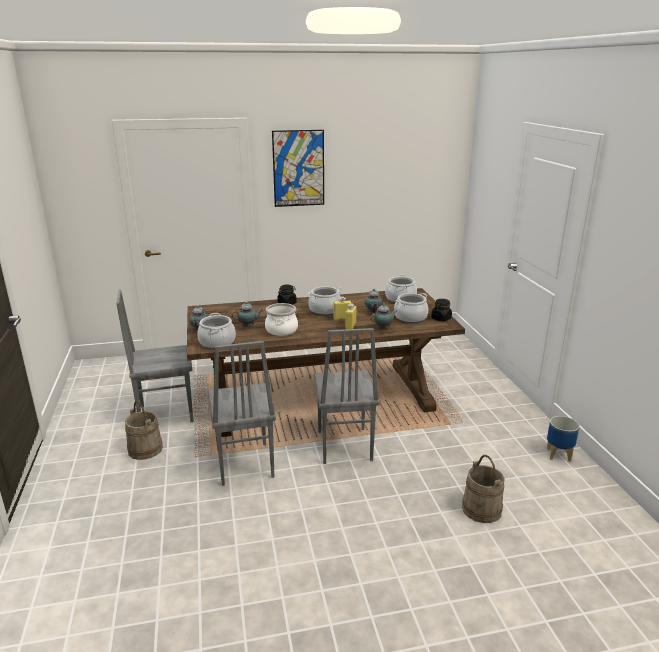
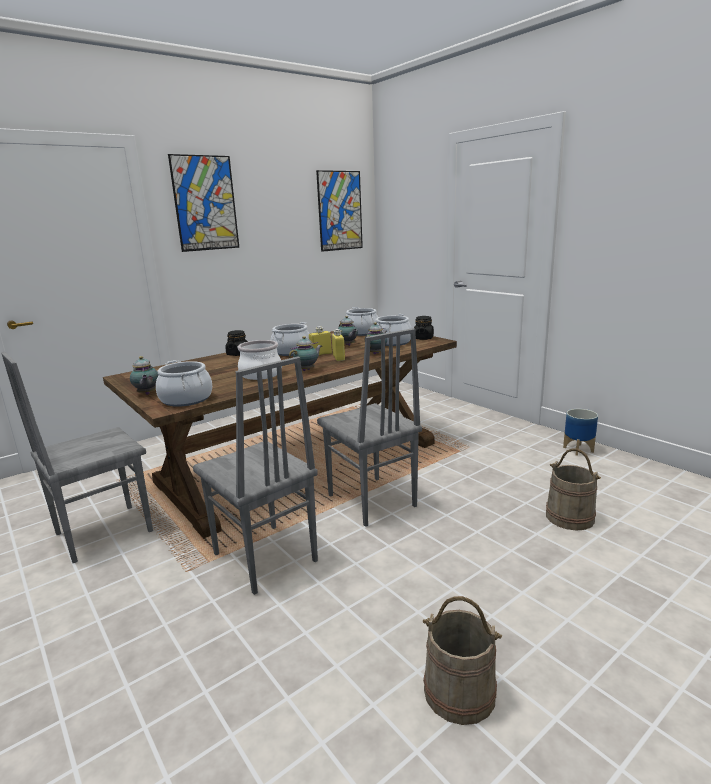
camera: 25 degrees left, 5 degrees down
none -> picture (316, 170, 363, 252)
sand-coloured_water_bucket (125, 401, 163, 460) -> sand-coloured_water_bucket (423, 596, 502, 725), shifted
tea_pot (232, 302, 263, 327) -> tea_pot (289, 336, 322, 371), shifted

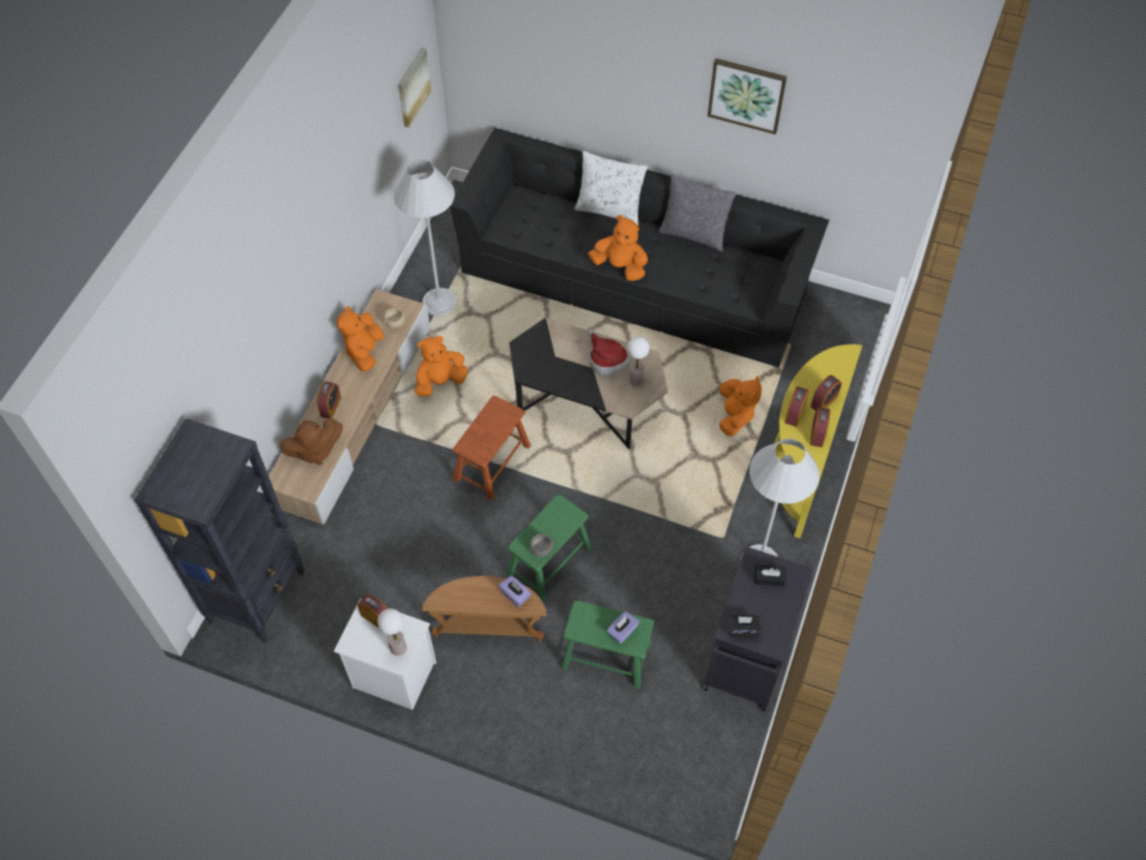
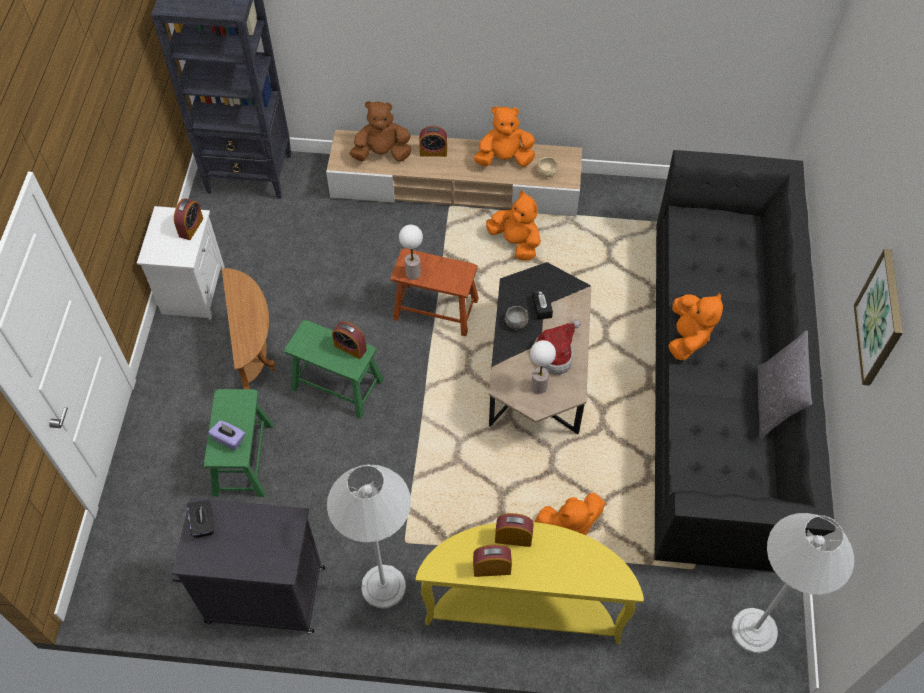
camera: 75 degrees right, 0 degrees up
picture (398, 48, 431, 128) -> none
purple_box_of_tissues (499, 576, 531, 607) -> none
white_cushion (575, 151, 648, 225) -> none
tabletop_lamp (378, 608, 407, 656) -> tabletop_lamp (399, 225, 423, 280), shifted
white_standard_lamp (394, 160, 457, 316) -> white_standard_lamp (731, 513, 854, 654), shifted
grey_deep_dish (530, 534, 553, 558) -> grey_deep_dish (504, 306, 528, 330), shifted
black_box_of_tissues (754, 564, 786, 587) -> black_box_of_tissues (532, 289, 553, 320), shifted
table_clock (810, 375, 842, 411) -> table_clock (332, 321, 367, 359), shifted
brown-coloured_plush_toy (280, 418, 342, 465) -> brown-coloured_plush_toy (350, 101, 412, 162), 120 degrees clockwise

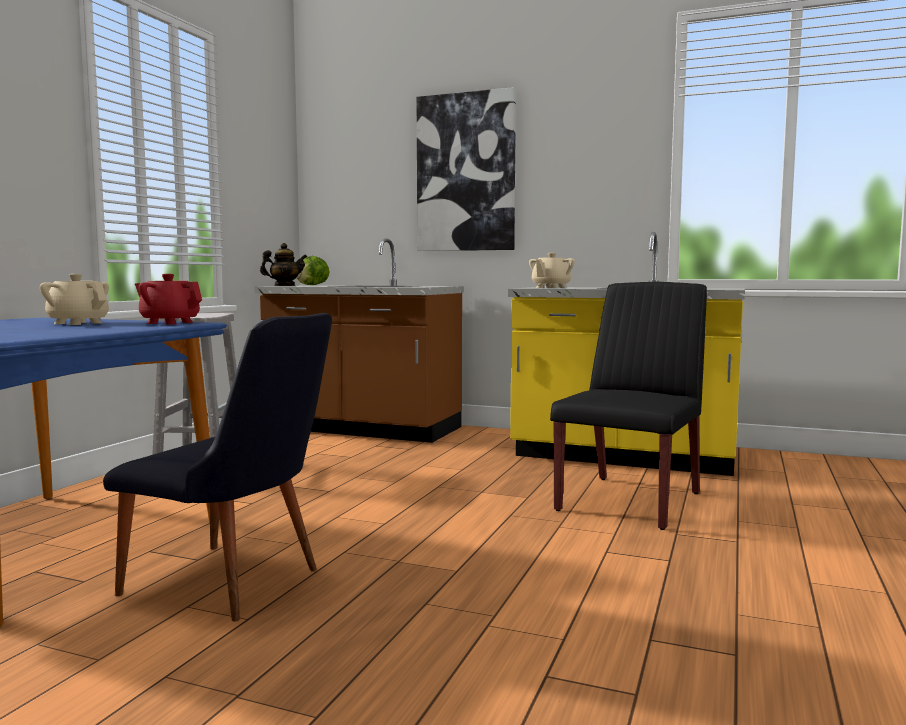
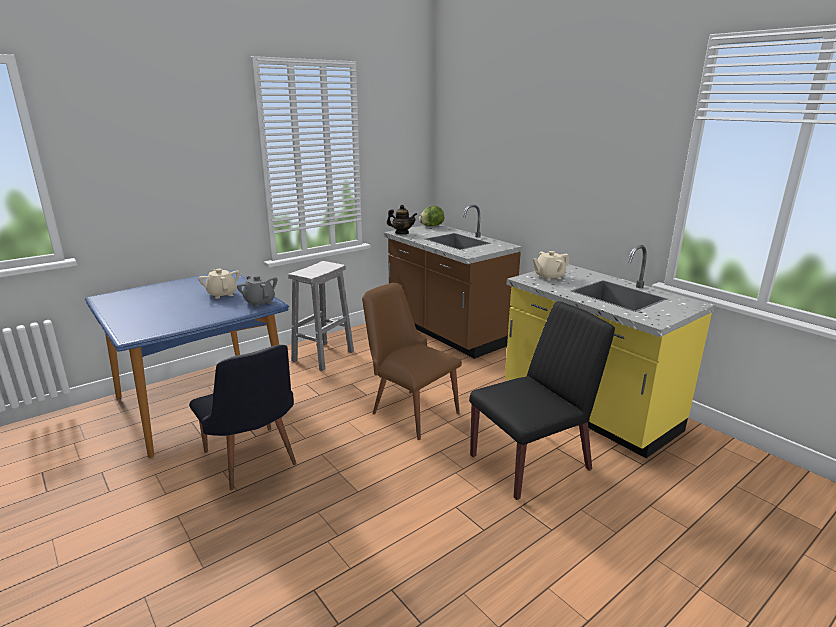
camera: 30 degrees right, 15 degrees up
picture (417, 87, 516, 251) -> none
none -> brown-coloured_upright_chair (362, 283, 462, 440)
red-coloured_tea_pot (135, 274, 202, 325) -> grey_tea_pot (237, 275, 277, 307)

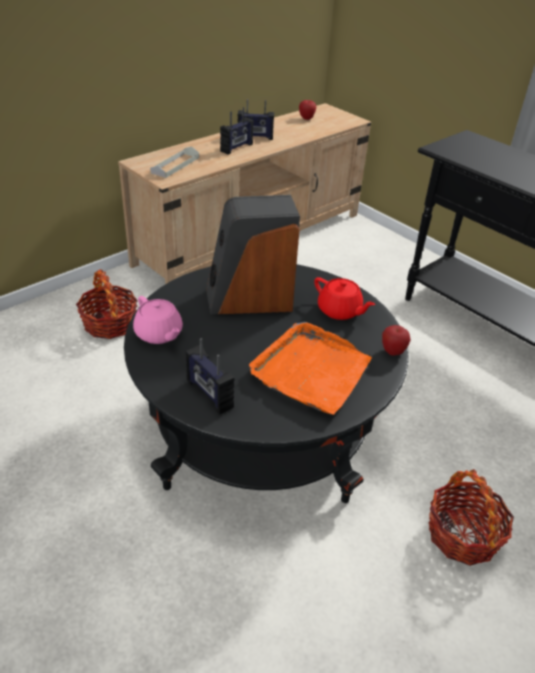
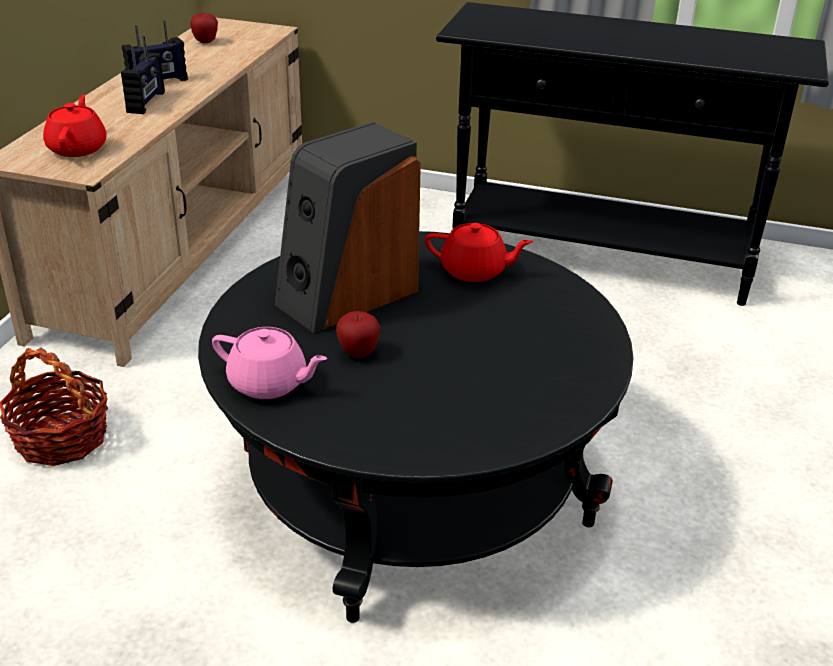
camera: 30 degrees left, 5 degrees down
radio_receiver (186, 338, 234, 415) -> none
orange_serving_tray (249, 322, 372, 415) -> none
basket (428, 469, 514, 566) -> none
apple_fruit (382, 325, 411, 356) -> apple_fruit (336, 311, 380, 359), shifted
grey_serving_tray (150, 146, 199, 178) -> red-coloured_tea_pot (43, 95, 107, 157)

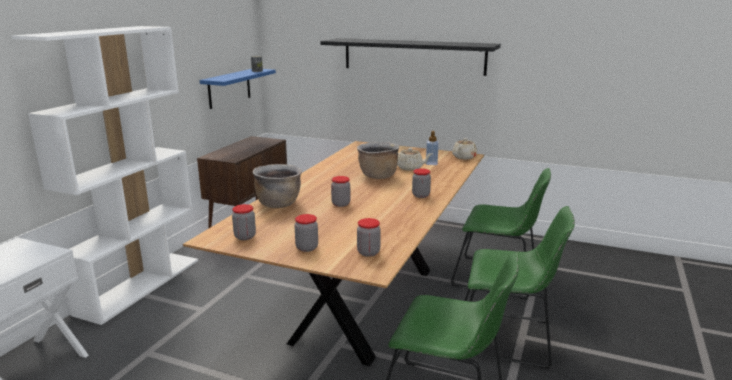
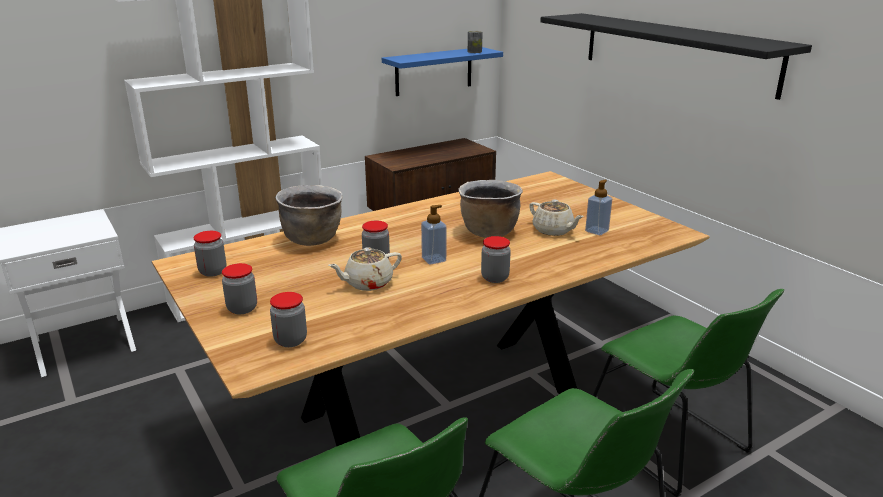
camera: 35 degrees right, 5 degrees up
none -> soap_dispenser (421, 205, 446, 264)
sand-coloured_tea_pot (452, 138, 477, 159) -> sand-coloured_tea_pot (328, 247, 402, 291), shifted

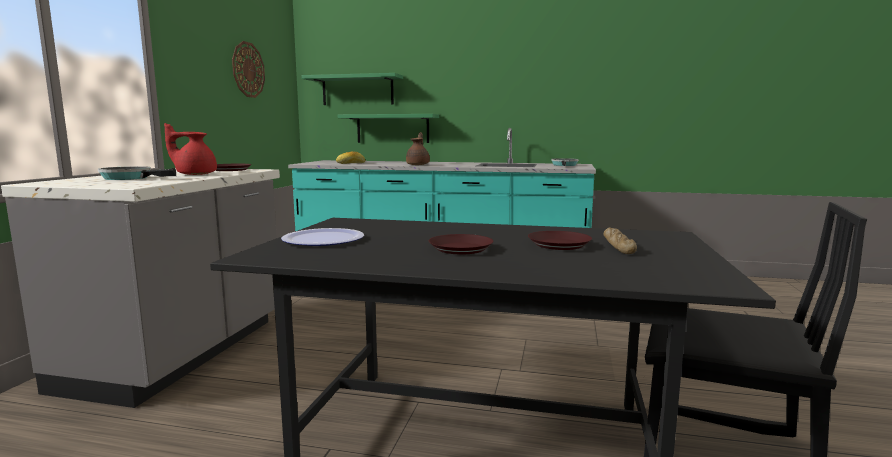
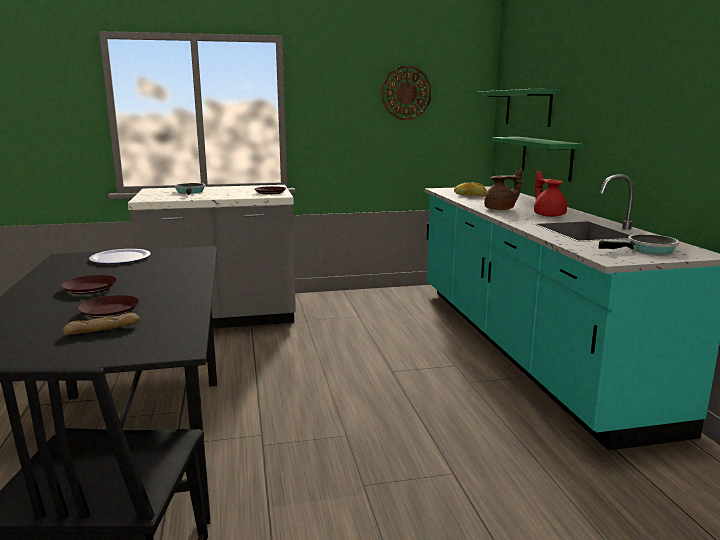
camera: 65 degrees right, 5 degrees up
red-coloured_tea_pot (164, 123, 217, 175) -> red-coloured_tea_pot (534, 170, 567, 217), shifted

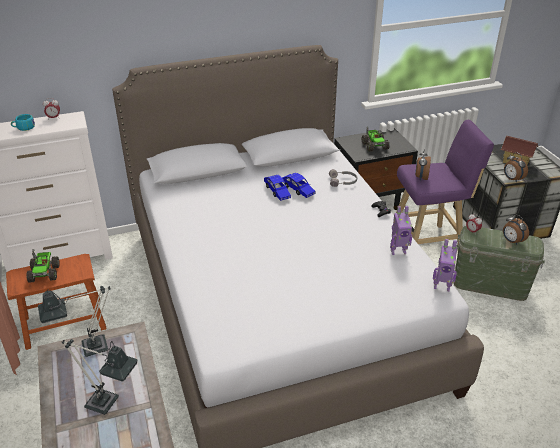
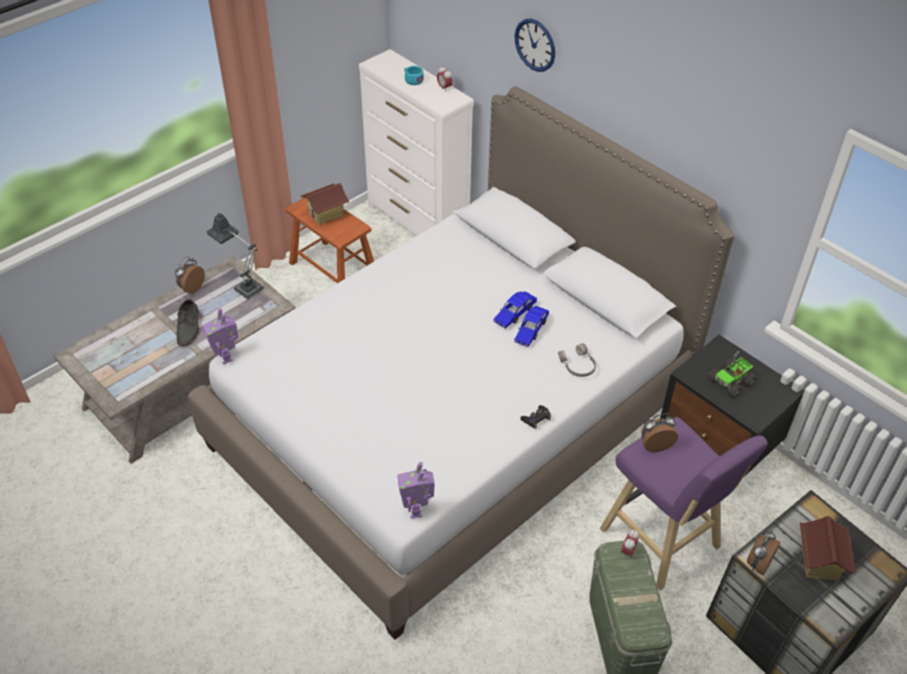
camera: 65 degrees right, 10 degrees up
none -> hanging_clock (515, 19, 555, 72)
robot_figure (390, 206, 412, 255) -> robot_figure (202, 308, 239, 364), shifted
table_clock (503, 214, 529, 245) -> table_clock (175, 256, 205, 294), shifted
model_truck (26, 249, 60, 283) -> model_house (301, 183, 350, 225)
tabletop_lamp (62, 339, 137, 415) -> grey_low_shoe (177, 299, 199, 346)

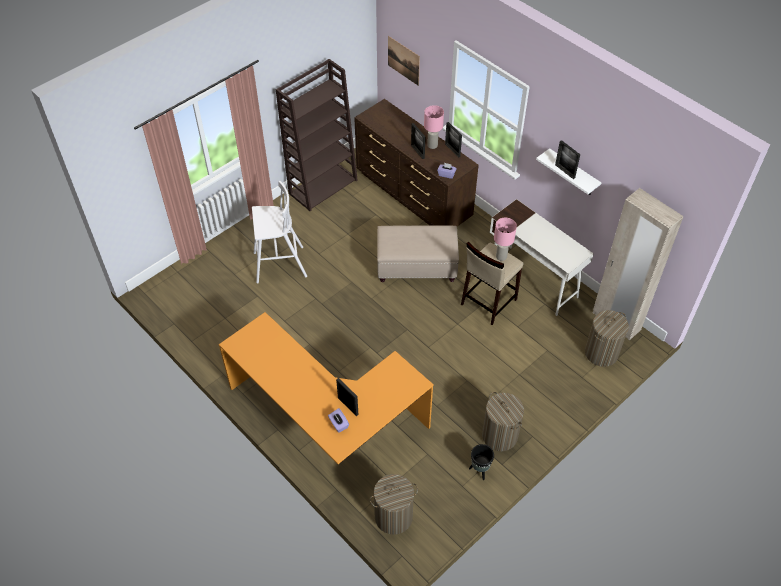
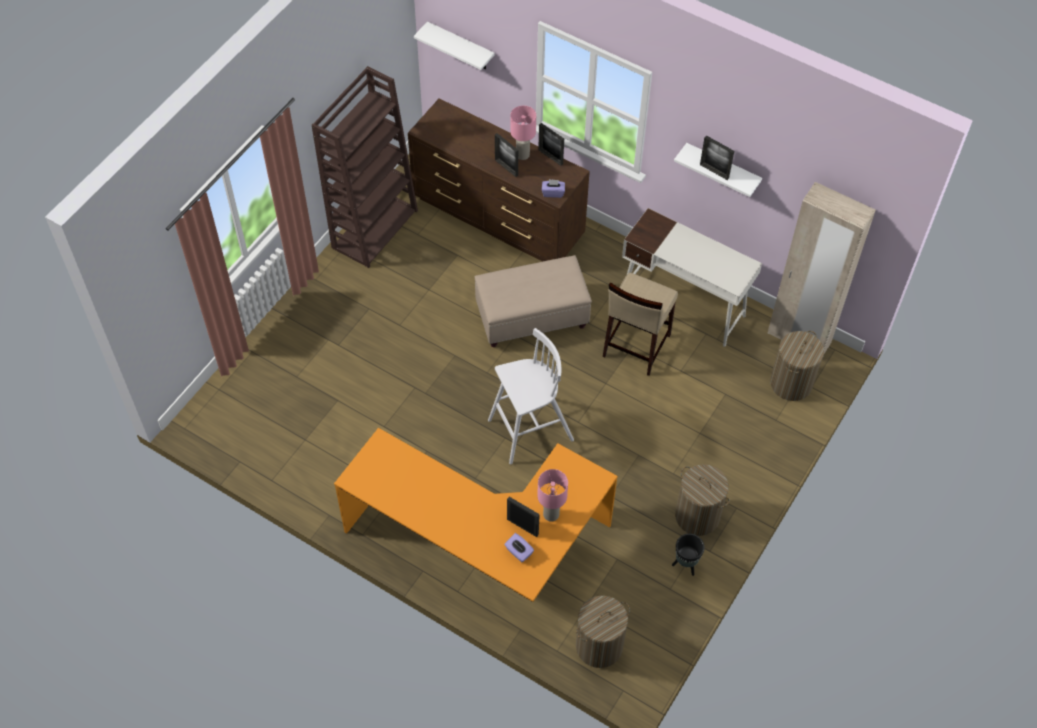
camera: 15 degrees left, 5 degrees up
white_sitting_stool (252, 181, 307, 283) -> white_sitting_stool (488, 328, 574, 465), shifted
pinkish_tabletop_lamp (494, 218, 517, 261) -> pinkish_tabletop_lamp (537, 469, 568, 522), shifted
picture (388, 36, 420, 86) -> white_bracket_shelf (414, 21, 495, 70)

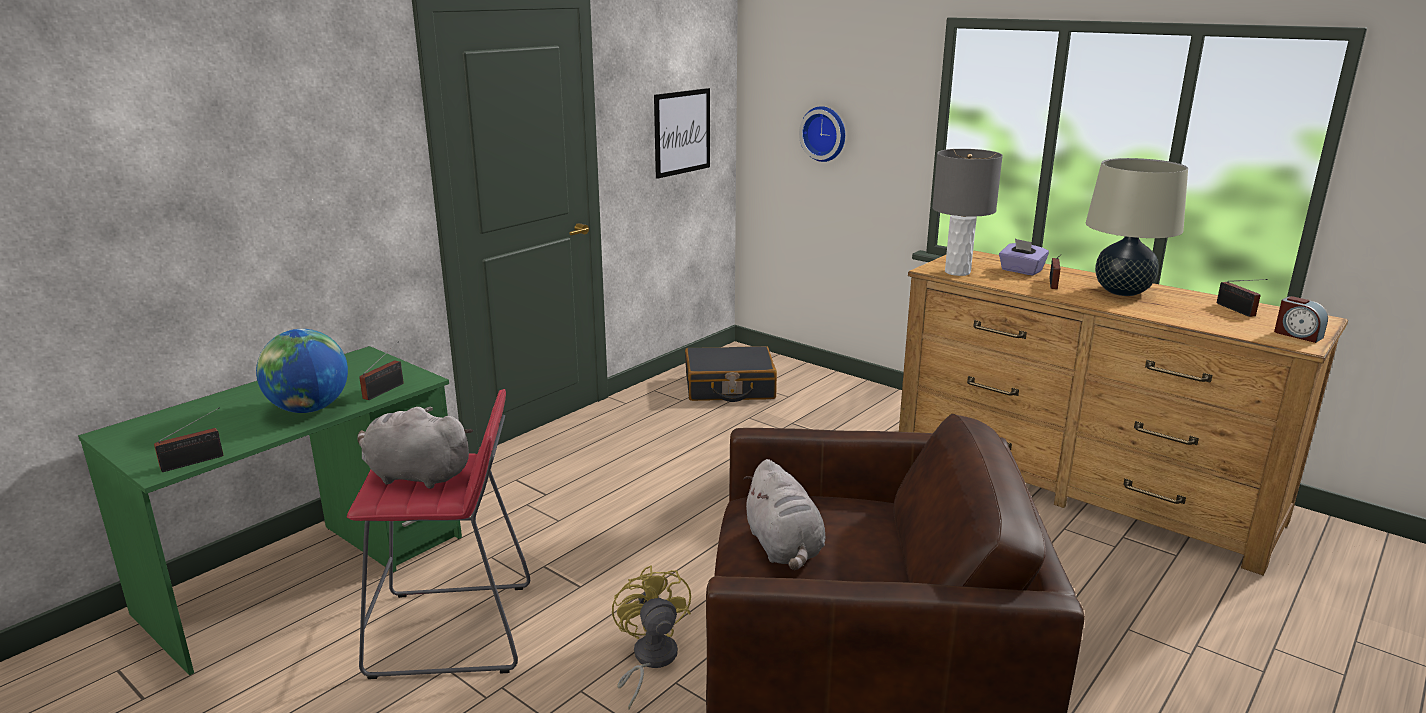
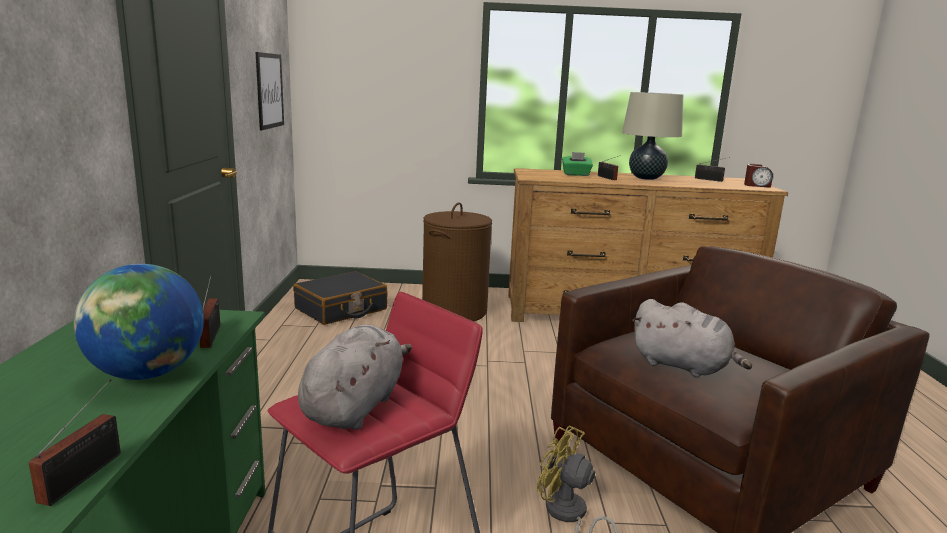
camera: 40 degrees left, 5 degrees down
hanging_clock (799, 106, 845, 162) -> none
grey_tabletop_lamp (932, 149, 1003, 276) -> none
none -> brown-coloured_laundry_basket (422, 202, 492, 322)
purple_box_of_tissues (999, 239, 1049, 275) -> green-coloured_box_of_tissues (562, 152, 593, 176)
grey_plush_toy (357, 406, 473, 489) -> grey_plush_toy (298, 324, 412, 430), 135 degrees clockwise

